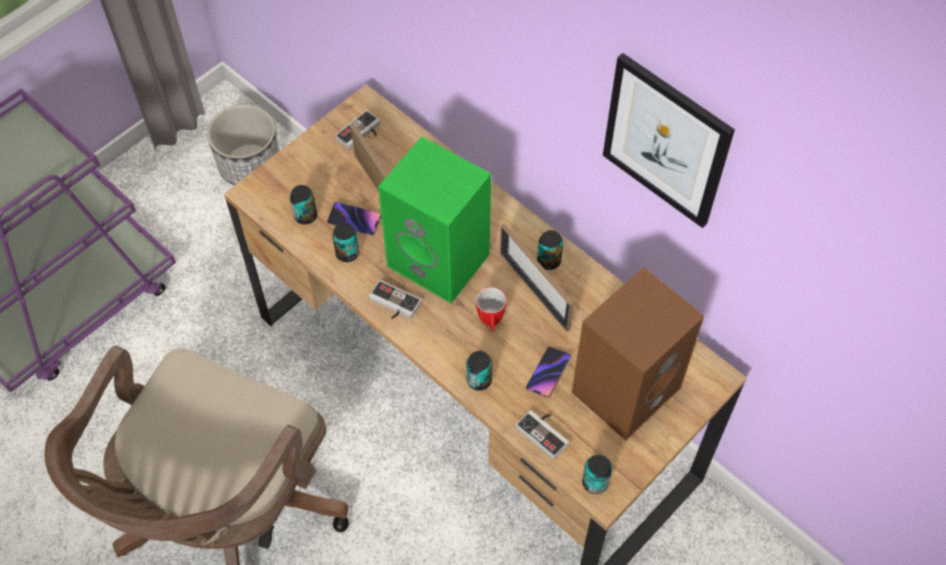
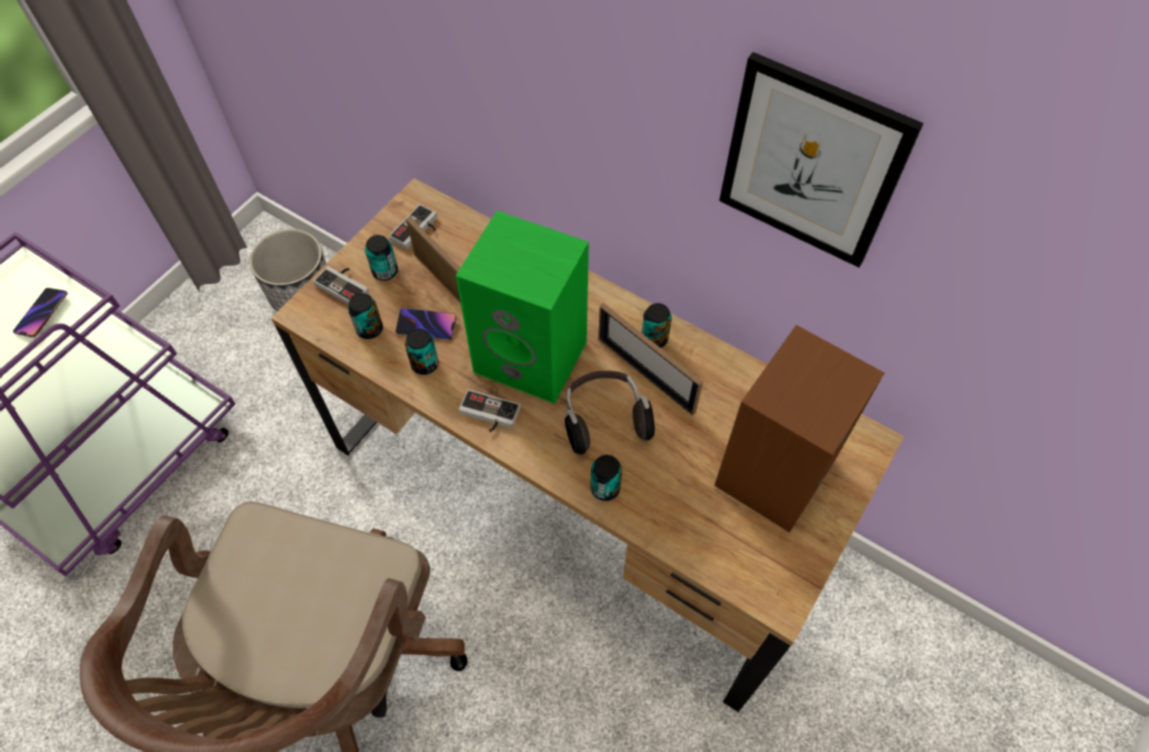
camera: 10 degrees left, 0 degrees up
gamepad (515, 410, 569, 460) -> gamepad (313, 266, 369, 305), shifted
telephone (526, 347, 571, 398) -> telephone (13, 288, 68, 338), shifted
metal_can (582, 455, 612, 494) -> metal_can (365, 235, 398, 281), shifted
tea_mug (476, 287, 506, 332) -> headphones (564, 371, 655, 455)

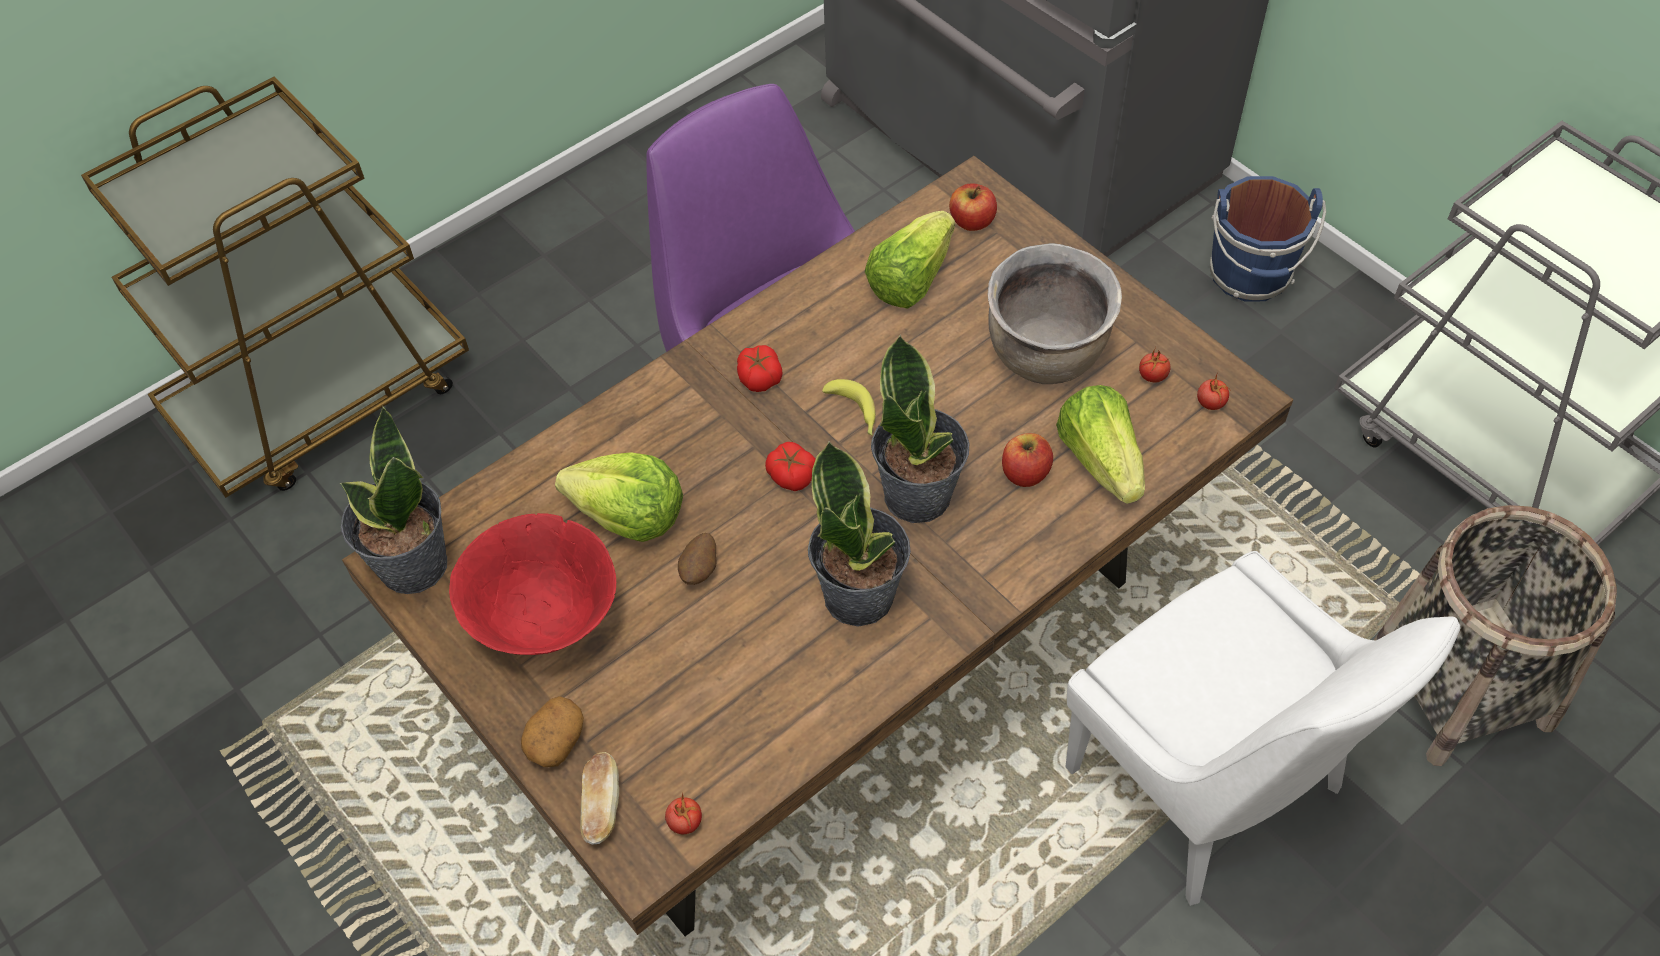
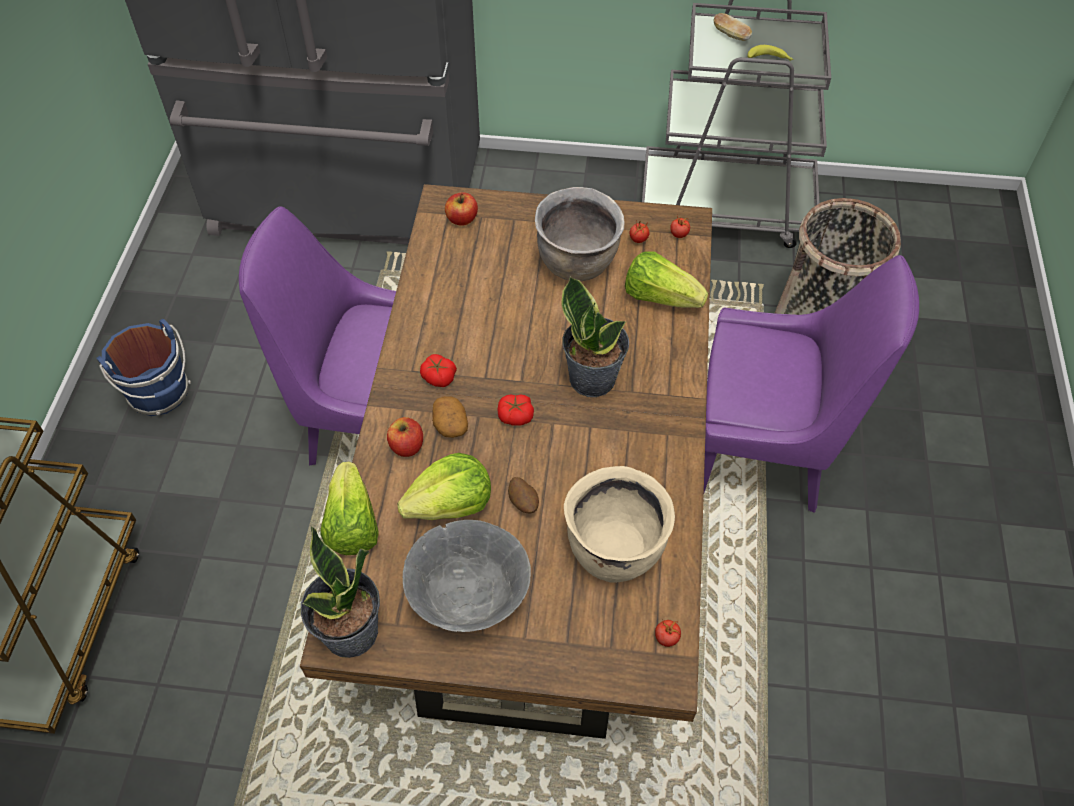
camera: 45 degrees left, 0 degrees up
plant_in_a_pot (808, 441, 911, 627) -> none
none -> sand-coloured_stockpot (564, 466, 675, 582)
spud (521, 696, 584, 767) -> spud (432, 396, 468, 438), shifted
bread (580, 752, 619, 845) -> bread (713, 13, 752, 41), shifted
banana_fruit (822, 379, 876, 435) -> banana_fruit (747, 45, 794, 61), shifted
head_of_lettuce (865, 211, 955, 309) -> head_of_lettuce (320, 462, 379, 555), shifted
apple_fruit (1002, 433, 1053, 487) -> apple_fruit (387, 417, 423, 457), shifted
blue_water_bucket (1210, 176, 1326, 301) -> blue_water_bucket (96, 319, 191, 416), shifted
red-coloured_deep_dish (449, 513, 616, 655) -> grey_deep_dish (403, 520, 531, 632)
white_upright_chair (1065, 551, 1460, 906) -> purple_upright_chair (704, 255, 919, 513)

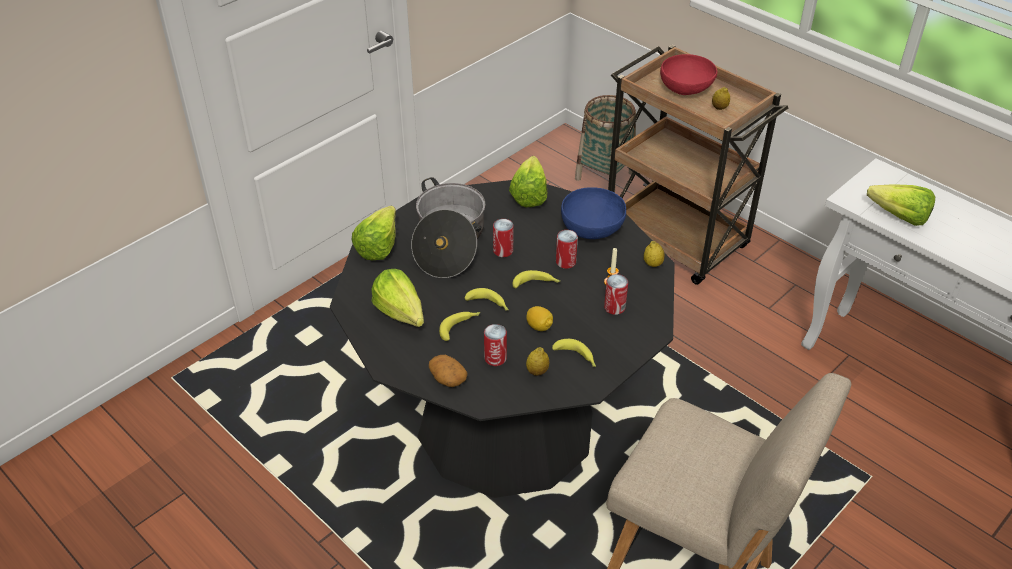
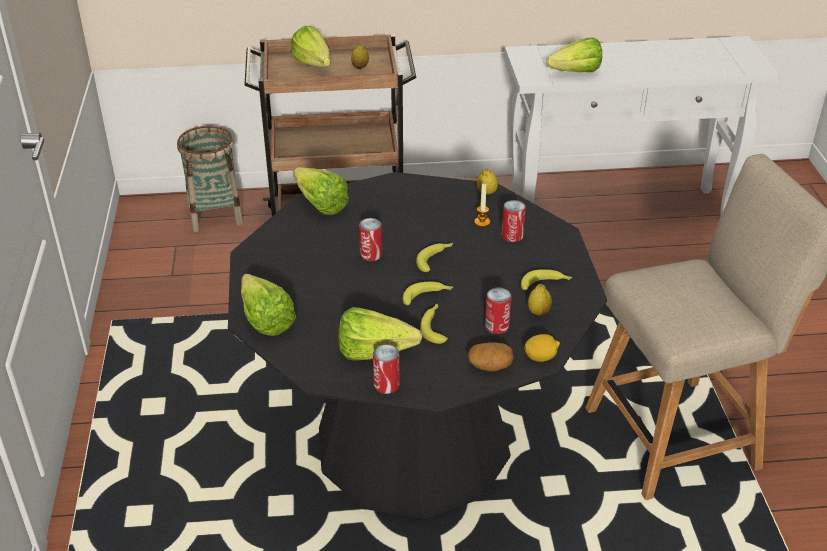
camera: 50 degrees left, 5 degrees down
stockpot (411, 177, 485, 278) -> none
blue_deep_dish (561, 187, 626, 239) -> none
lemon (526, 306, 553, 331) -> lemon (524, 334, 560, 362), shifted
metal_can (556, 230, 578, 269) -> metal_can (373, 344, 400, 394), shifted
red-coloured_deep_dish (660, 54, 717, 95) -> head_of_lettuce (291, 26, 330, 67)

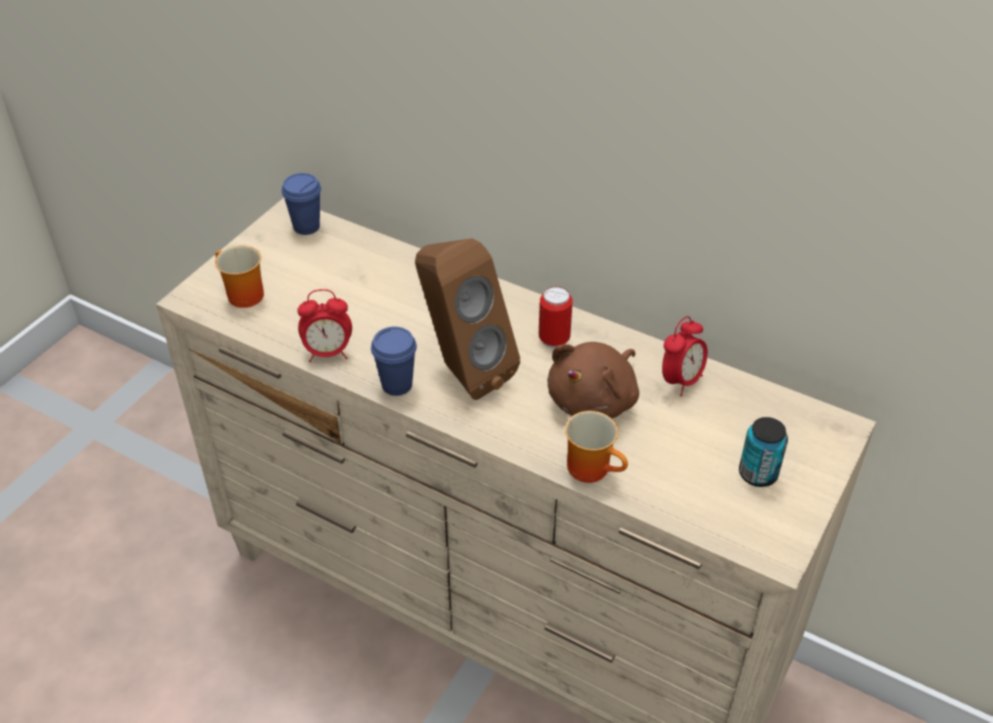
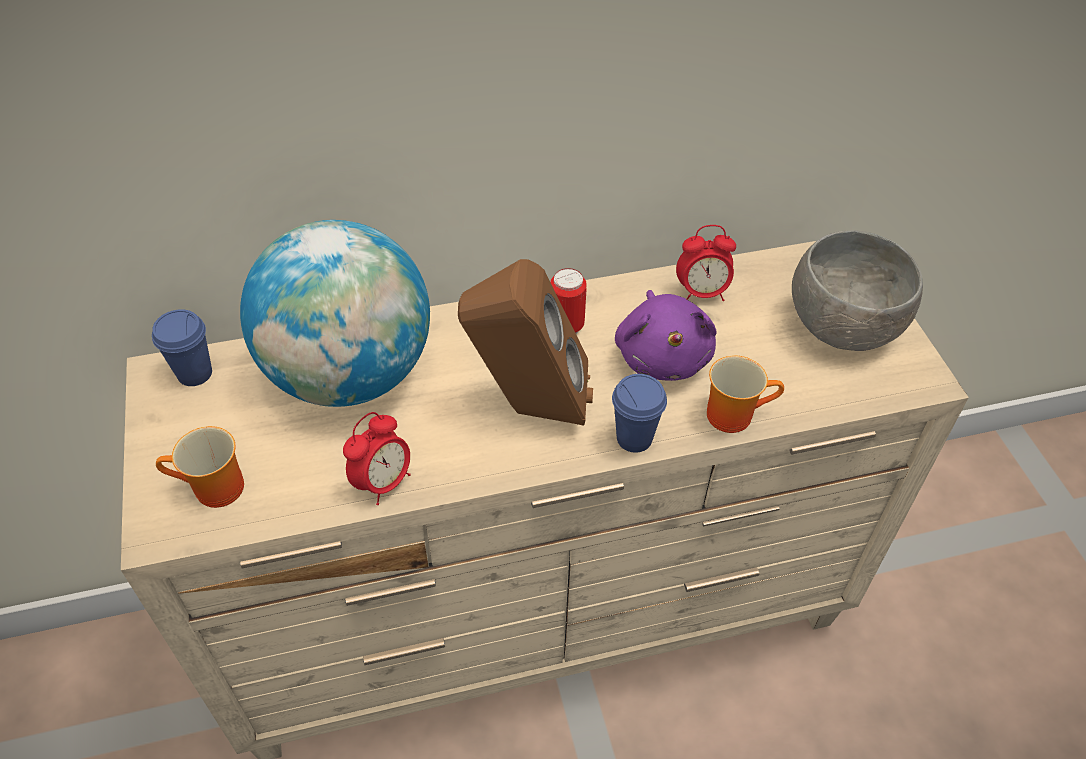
camera: 45 degrees left, 5 degrees up
none -> desk_globe (240, 220, 430, 407)
blue_drinking_cup (371, 326, 417, 396) -> blue_drinking_cup (612, 374, 667, 453), shifted
metal_can (739, 417, 788, 487) -> grey_deep_dish (792, 230, 923, 351)
brown-coloured_plush_toy (547, 342, 639, 419) -> purple_plush_toy (615, 290, 716, 381)
table_clock (662, 316, 708, 396) -> table_clock (676, 225, 736, 301), 90 degrees clockwise

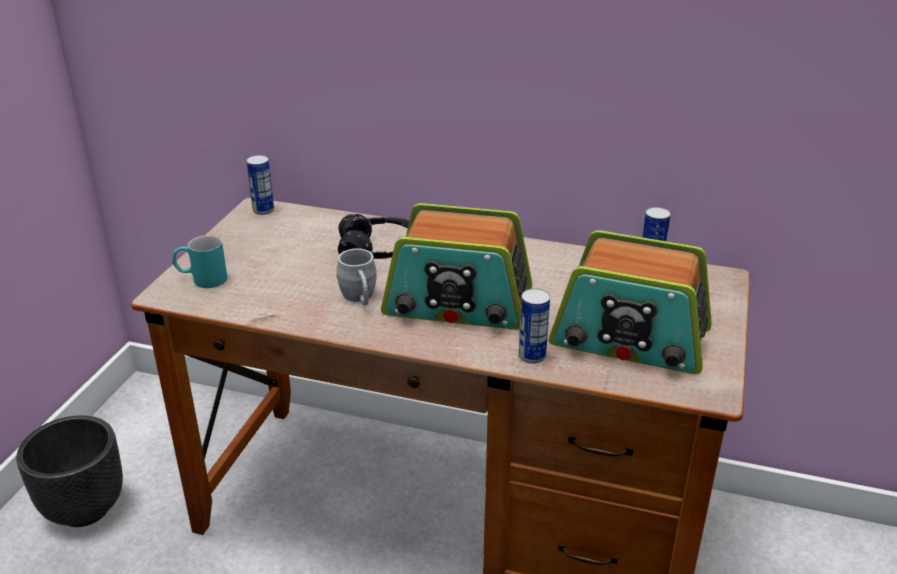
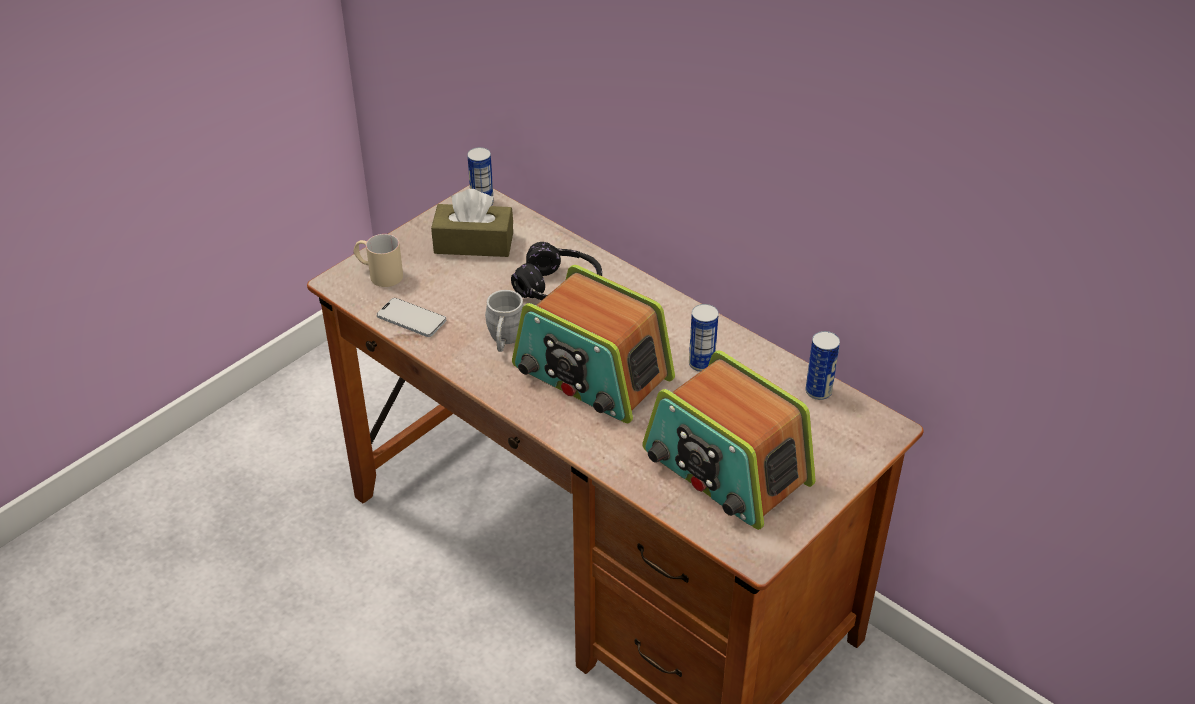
camera: 25 degrees right, 10 degrees up
black_flower_pot (16, 415, 123, 527) -> none
none -> telephone (377, 298, 446, 337)
none -> brown-coloured_box_of_tissues (431, 189, 513, 257)
metal_can (519, 288, 550, 364) -> metal_can (689, 304, 719, 372), shifted
turquoise-coloured_tea_mug (172, 235, 227, 288) -> sand-coloured_tea_mug (353, 234, 403, 287)

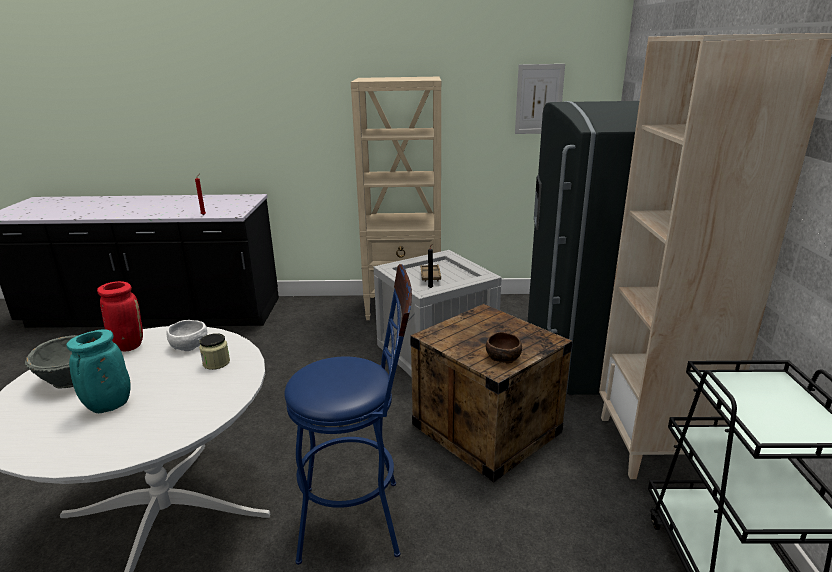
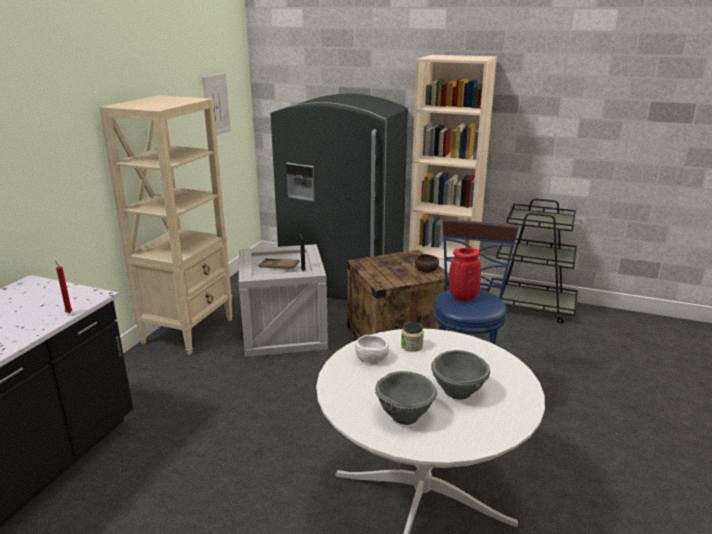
camera: 70 degrees left, 0 degrees up
red-coloured_flower_vase (97, 281, 143, 351) -> red-coloured_flower_vase (449, 248, 481, 301), shifted
turquoise-coloured_flower_vase (66, 329, 131, 413) -> grey_deep_dish (431, 350, 490, 400)

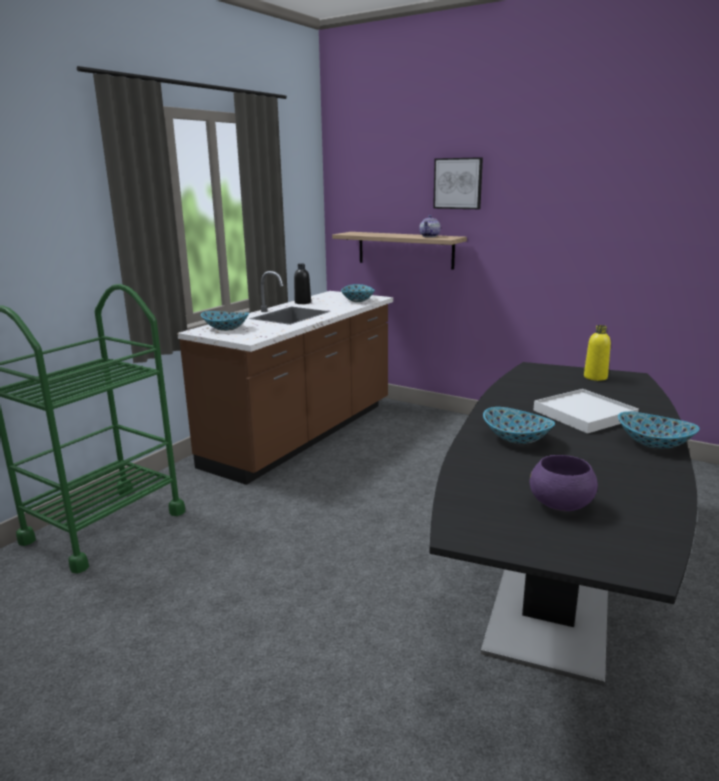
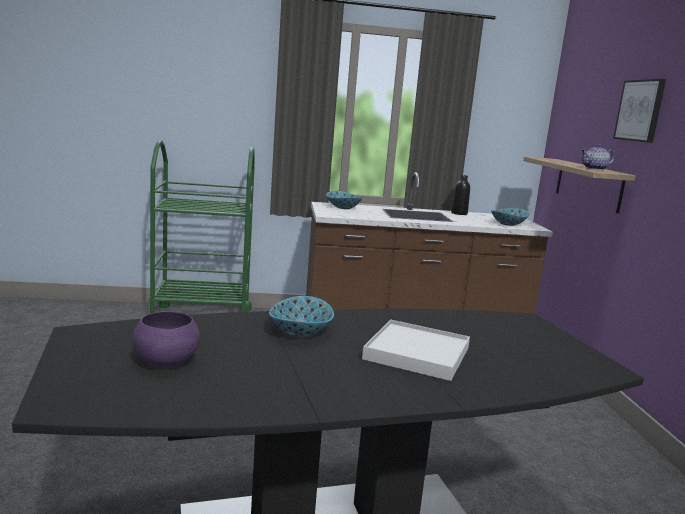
camera: 50 degrees right, 5 degrees down
yellow-coloured_bottle (584, 325, 611, 381) -> none
deep_dish (618, 411, 700, 449) -> none

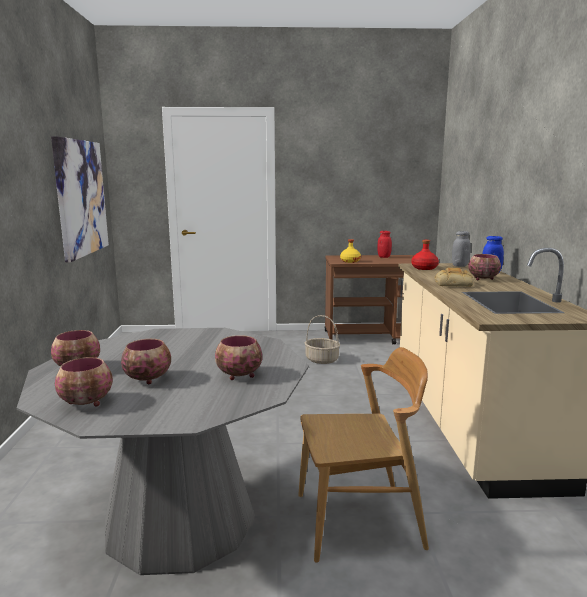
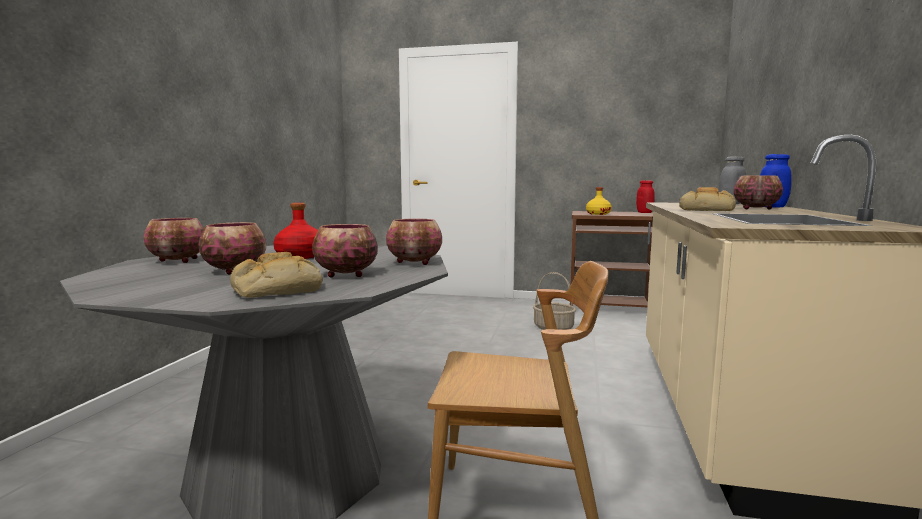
camera: 15 degrees right, 5 degrees down
picture (51, 136, 109, 263) -> none
none -> bread (230, 252, 323, 297)
deep_dish (55, 357, 113, 407) -> deep_dish (386, 219, 442, 265), shifted
red-coloured_bottle (411, 240, 439, 270) -> red-coloured_bottle (273, 203, 318, 259), shifted

